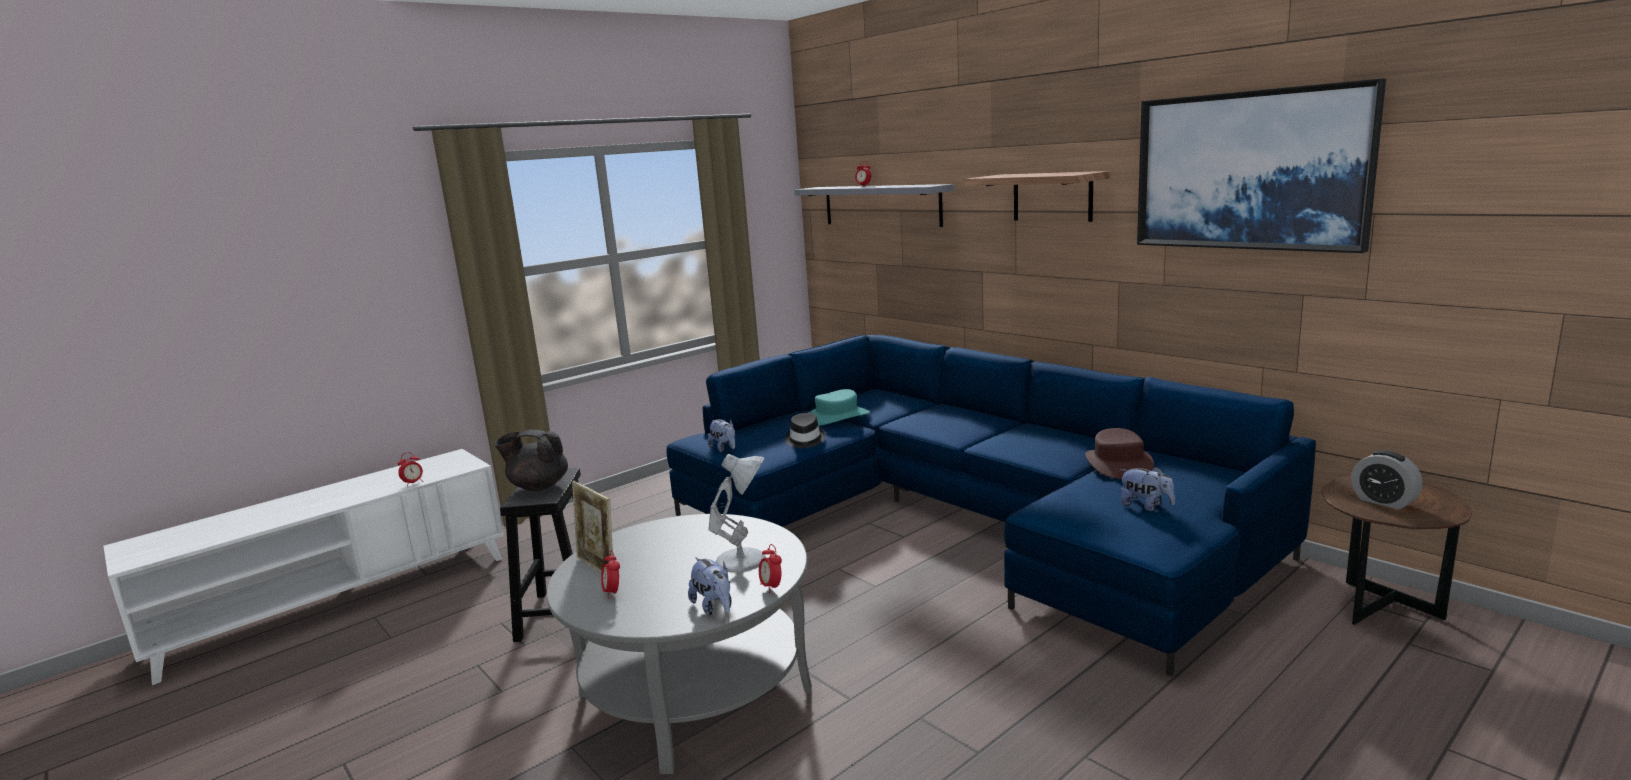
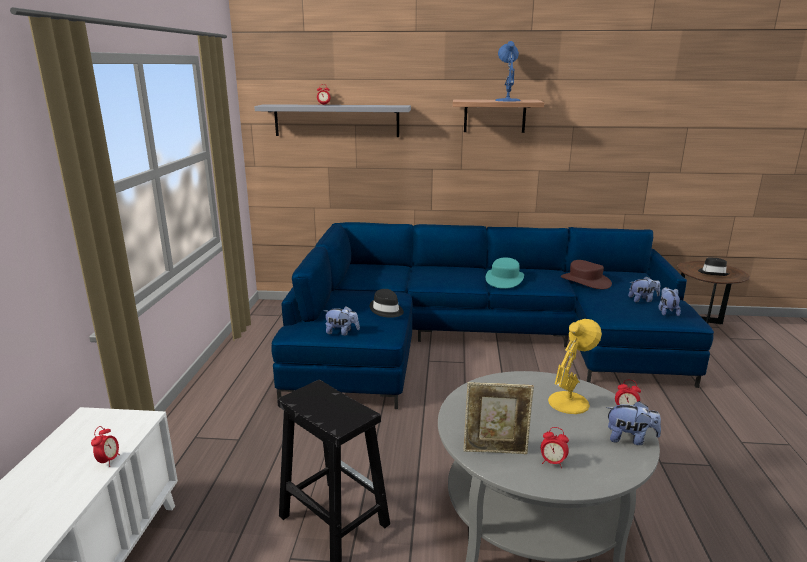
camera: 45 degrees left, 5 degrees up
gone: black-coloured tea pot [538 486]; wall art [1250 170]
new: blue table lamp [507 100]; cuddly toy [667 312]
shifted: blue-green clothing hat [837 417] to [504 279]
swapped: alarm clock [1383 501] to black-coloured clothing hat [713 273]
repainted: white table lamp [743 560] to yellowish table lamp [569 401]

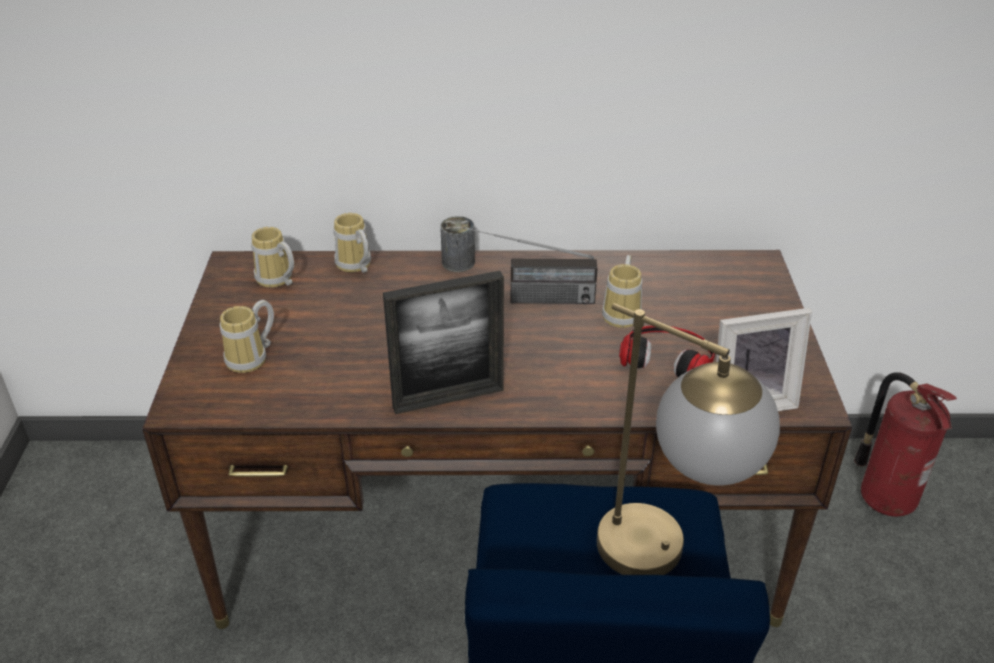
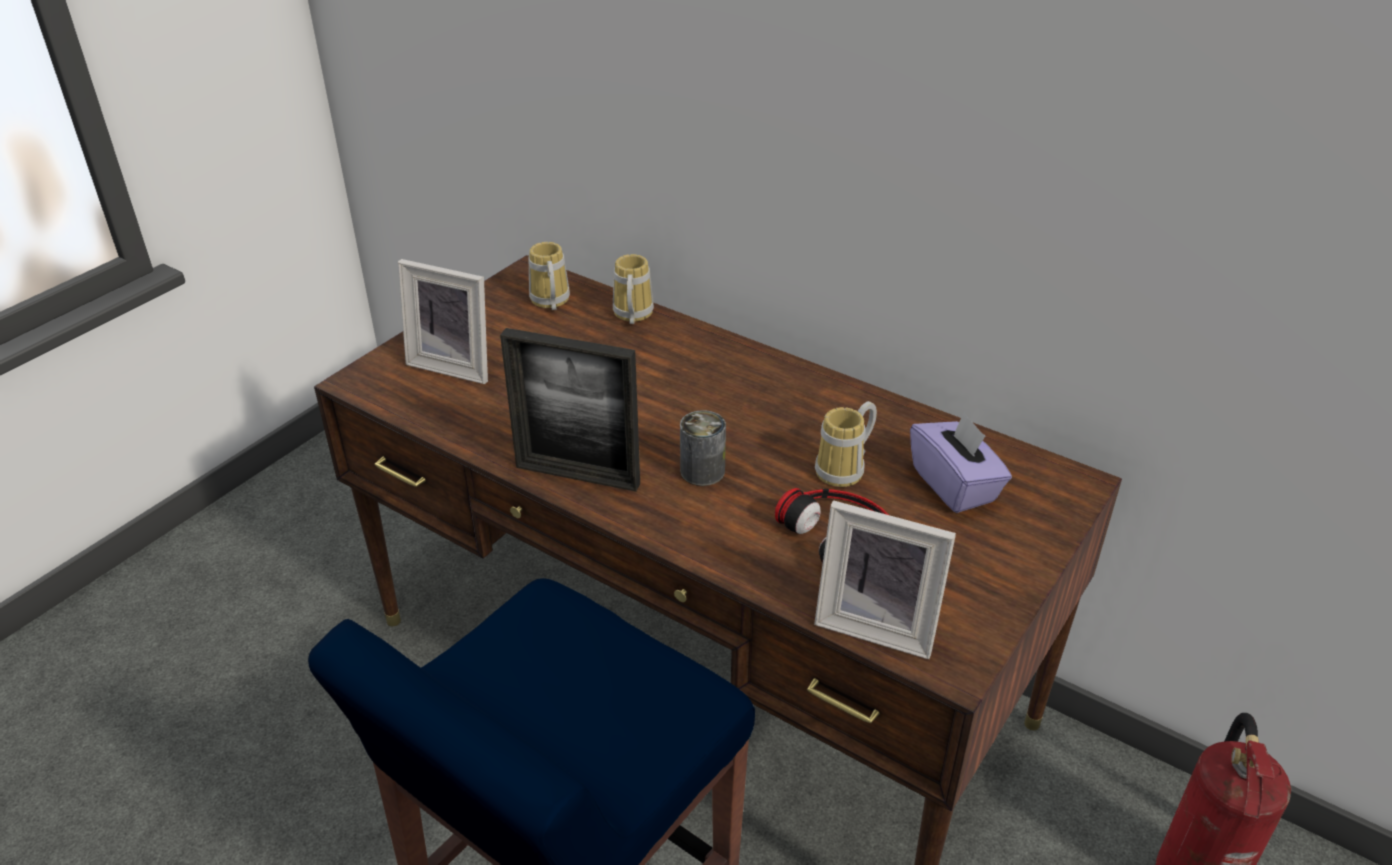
camera: 35 degrees right, 0 degrees up
gone: radio set [529 298]; table lamp [668 559]
new: purple tissue box [955 485]
shifted: can [458 262] to [702 471]
swapped: mug [252 359] to photo frame [455 364]

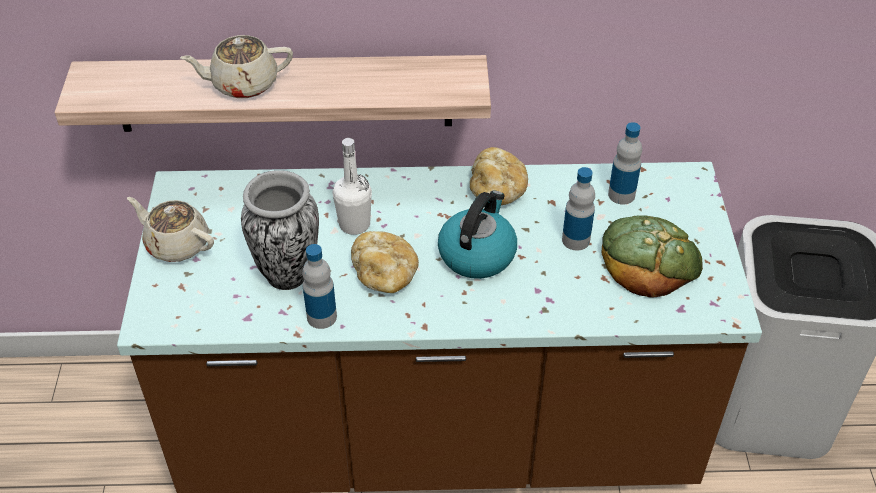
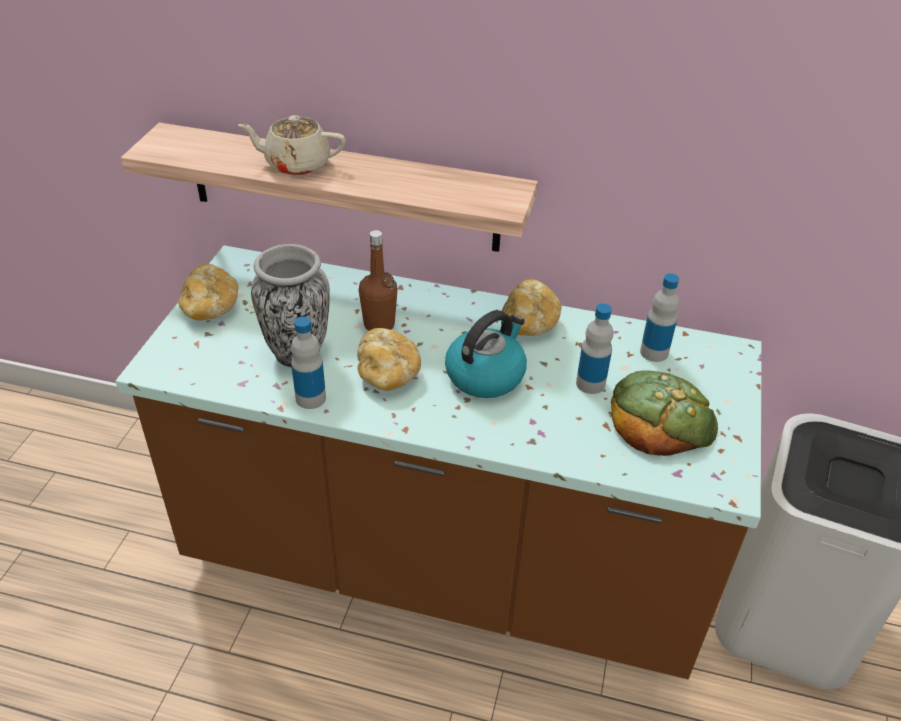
camera: 15 degrees right, 5 degrees down
swapped: sand-coloured tea pot [176 244] to bread [210 307]
repainted: white drink bottle [354 224] to brownish drink bottle [379 324]

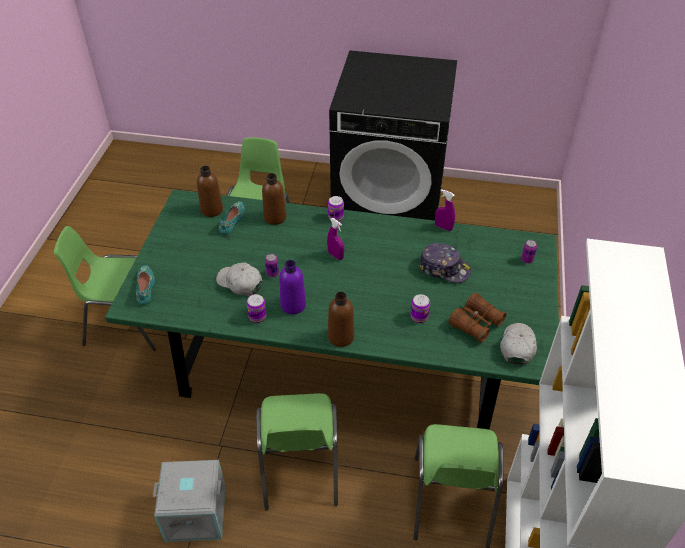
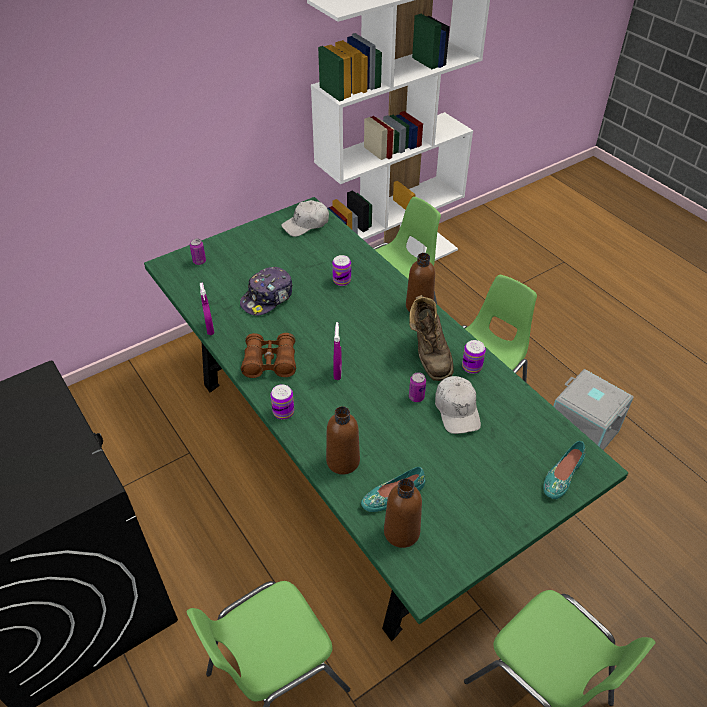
camera: 135 degrees left, 0 degrees up
shifted: brownish field glasses [476 323] to [270 362]
swapped: purple drink bottle [293 305] to brownish tall boot [429 355]
rotated: baseball cap [444 268] = [268 298] 120 degrees counterclockwise

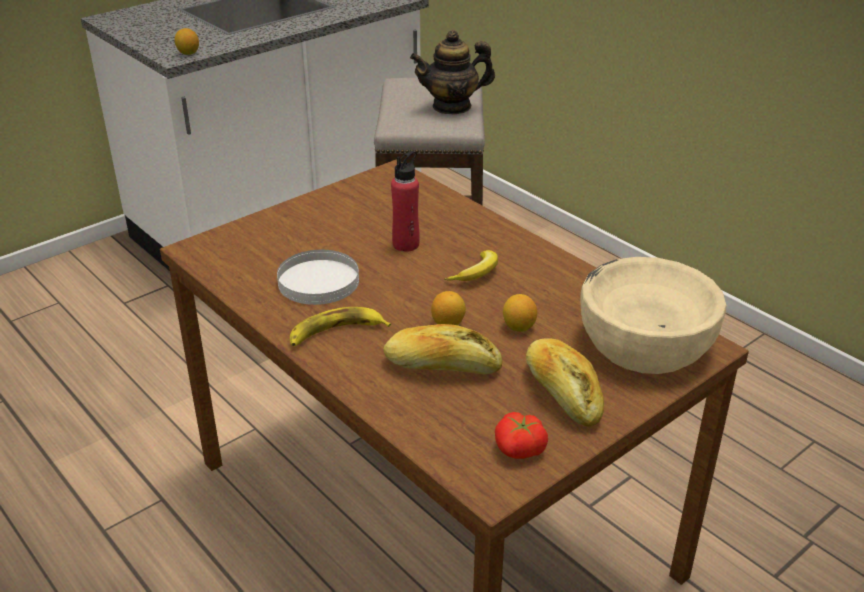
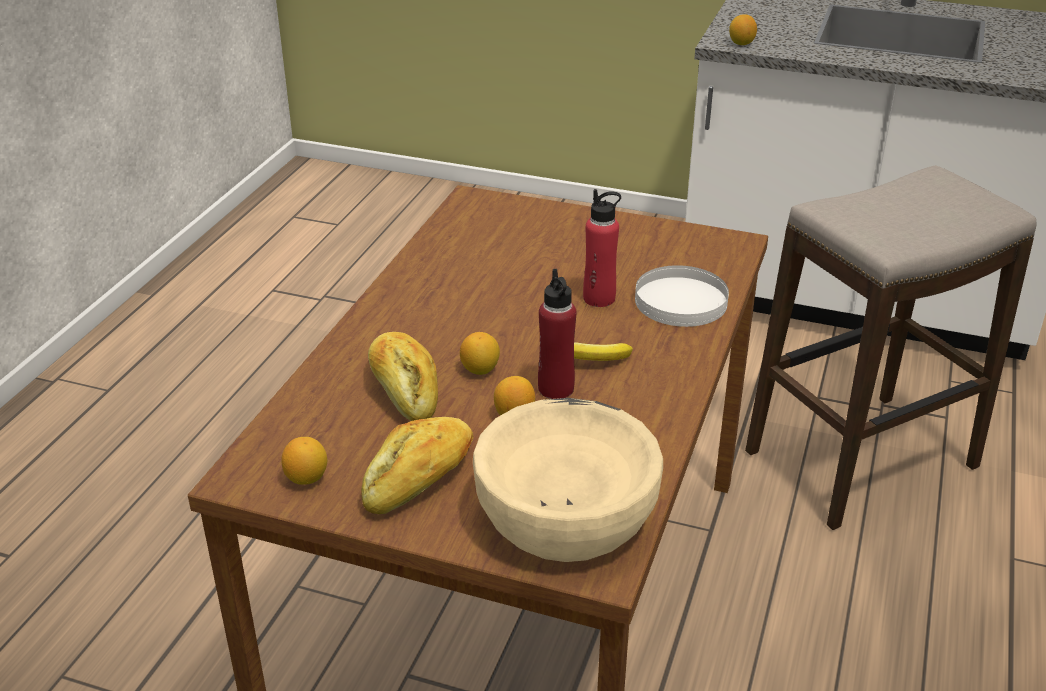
camera: 60 degrees right, 0 degrees up
gone: banana fruit [336 333]; tea pot [452 106]
new: reddish drink bottle [556 388]
shifted: white plate [319 281] to [680 301]
swapped: fresh tomato [520 449] to citrus fruit [307 478]

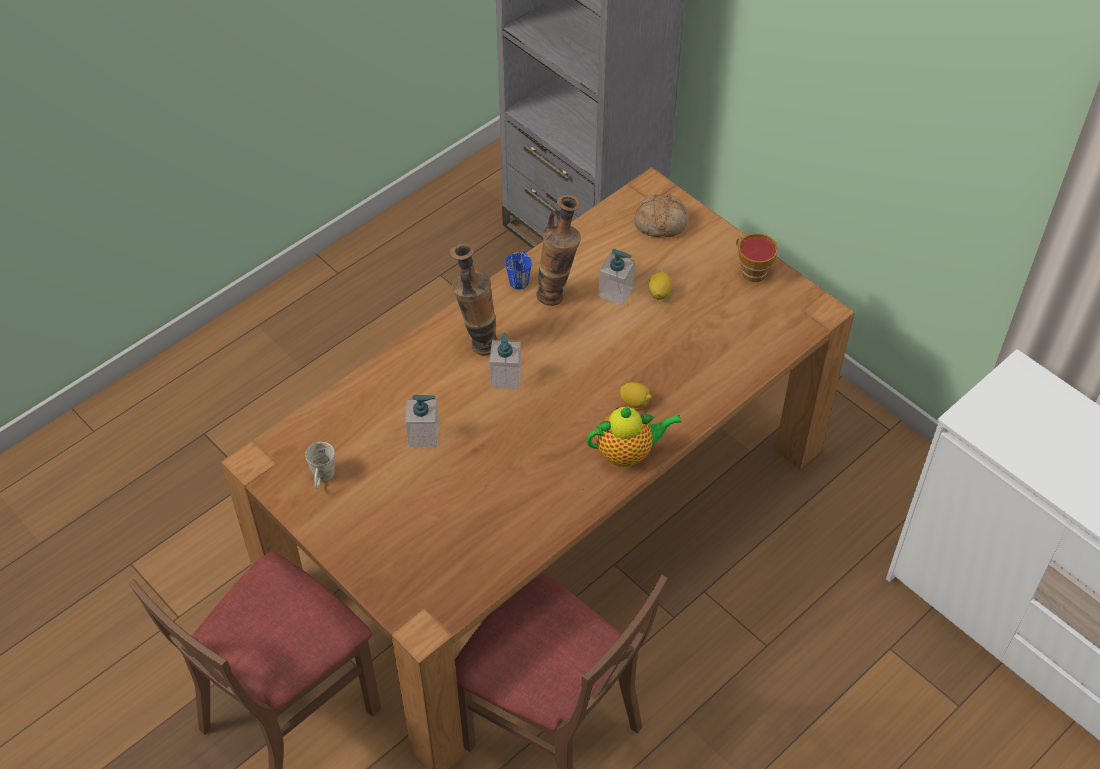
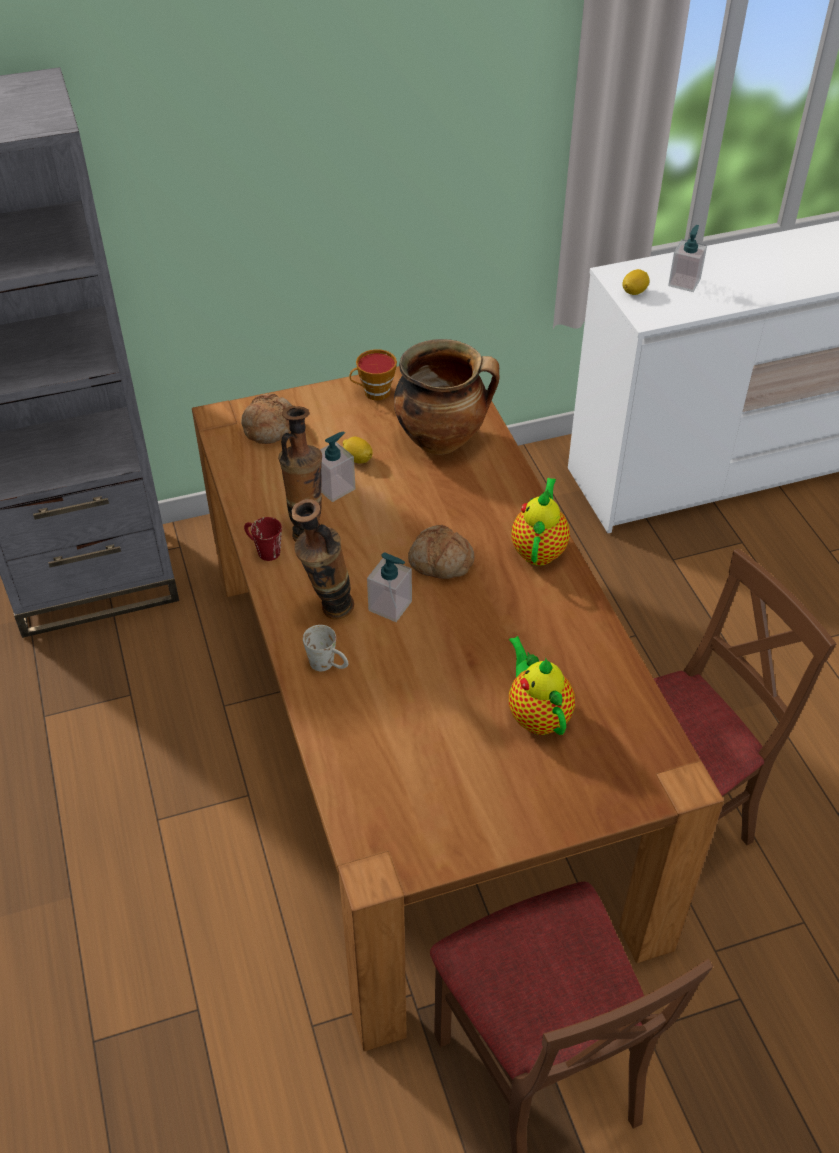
camera: 65 degrees left, 5 degrees down
new: cooking pot [443 439]; bread [440 562]; tea pot [537 714]
shifted: white mug [322 479] to [328 665]; liquid soap bottle [424 436] to [684 282]; citrus fruit [634 402] to [634 291]
repainted: blue mug [520 277] to reddish mug [263 550]

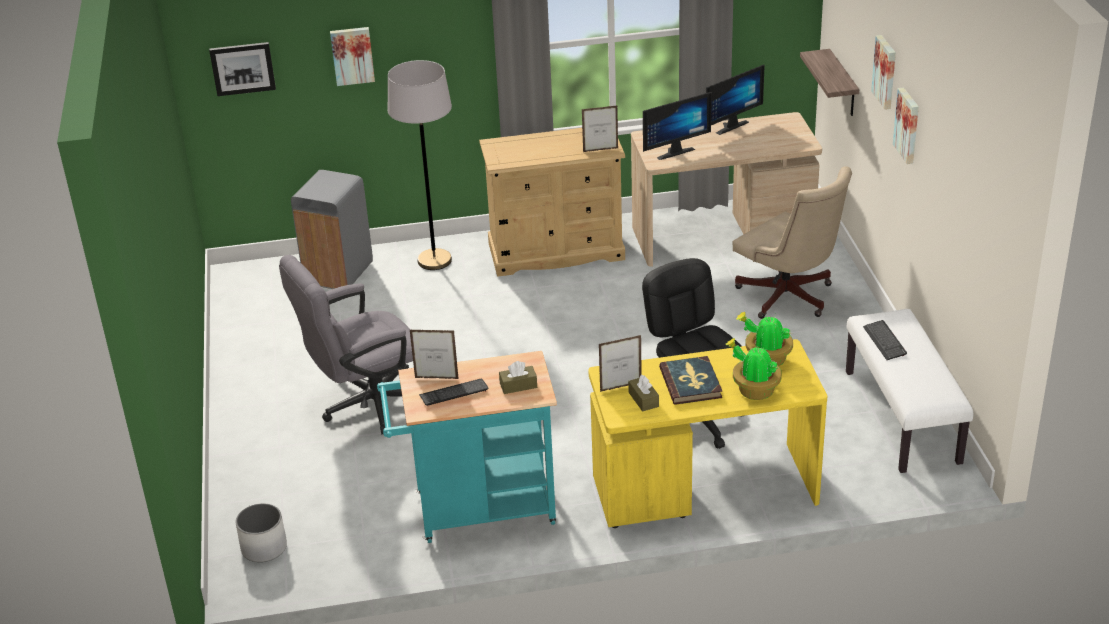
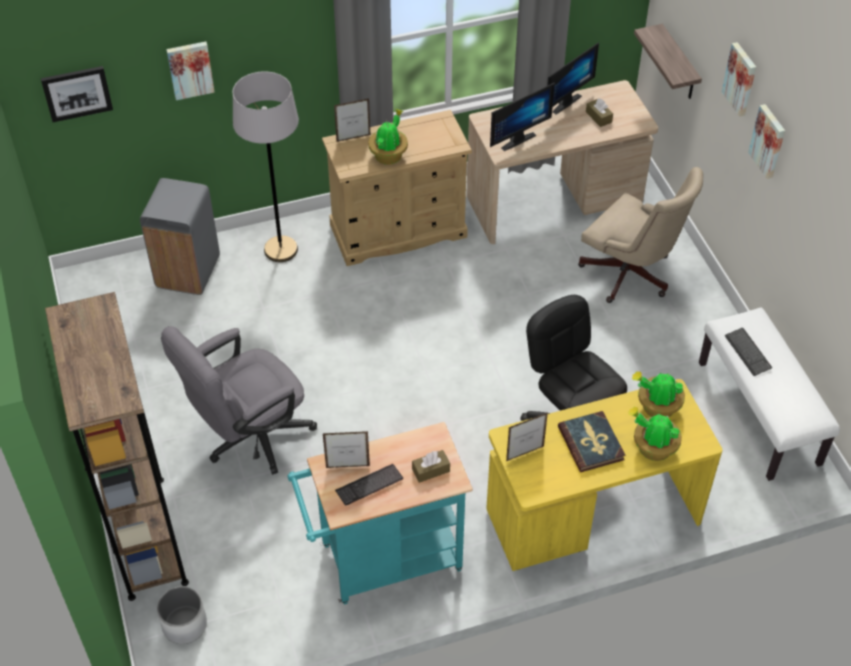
camera: 10 degrees left, 15 degrees up
new: brownish shelving unit [146 536]; houseplant [389 155]
shifted: photo frame [600 150] to [353 138]; brownish tissue box [643 399] to [598 117]

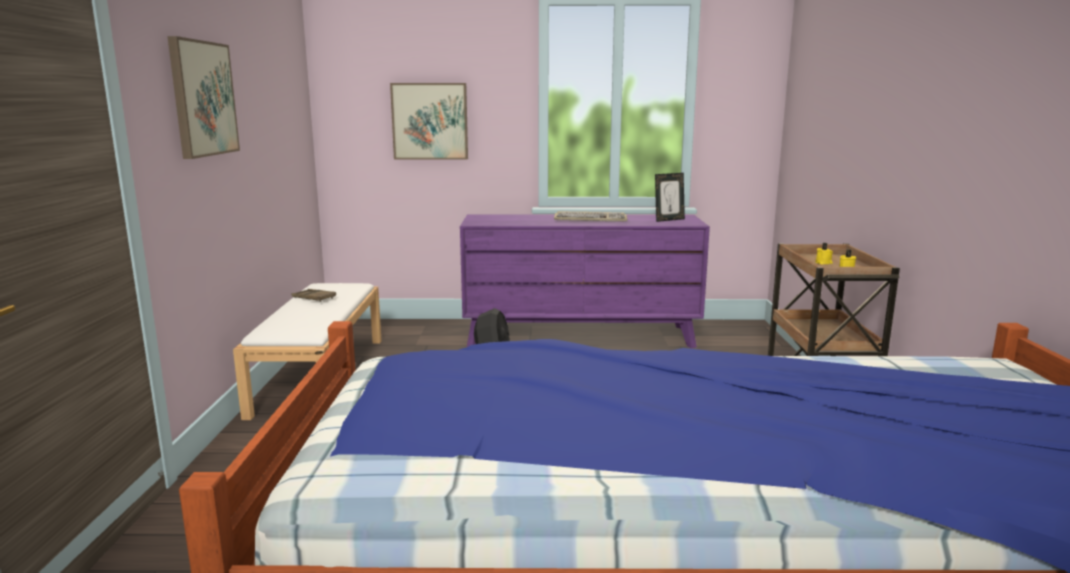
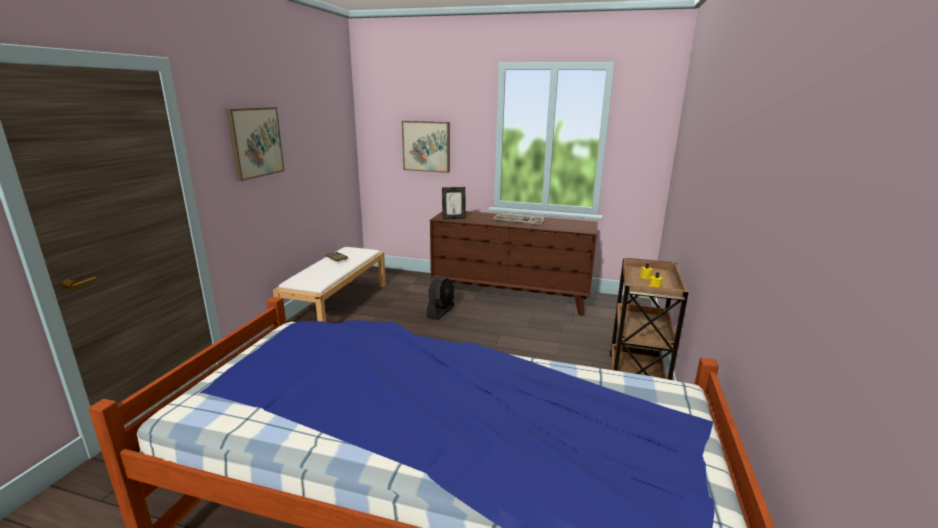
camera: 15 degrees right, 5 degrees up
shifted: photo frame [668 220] to [453 218]
repainted: purple drawer chest [580 336] to brownish drawer chest [510 297]

